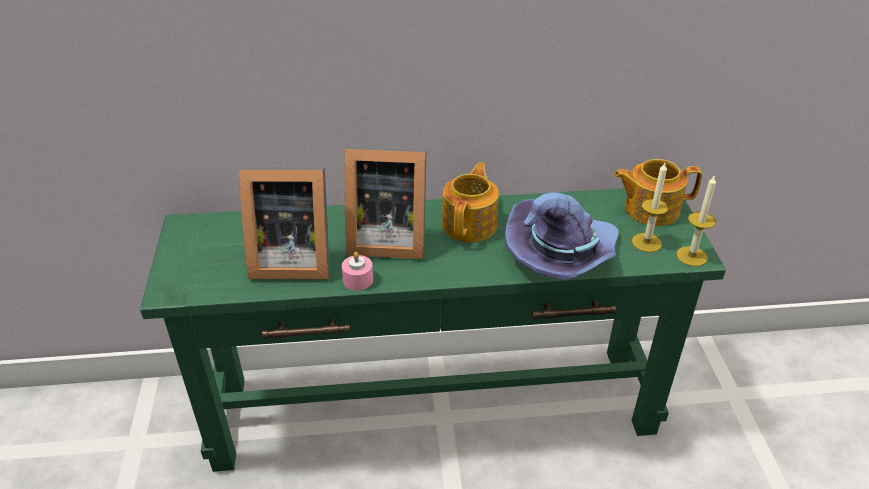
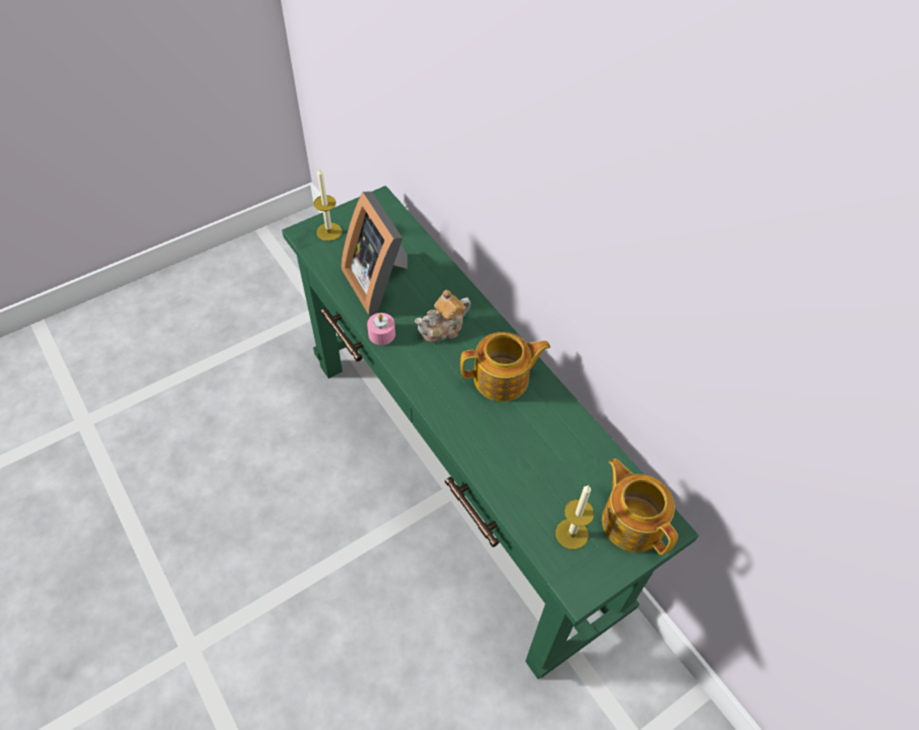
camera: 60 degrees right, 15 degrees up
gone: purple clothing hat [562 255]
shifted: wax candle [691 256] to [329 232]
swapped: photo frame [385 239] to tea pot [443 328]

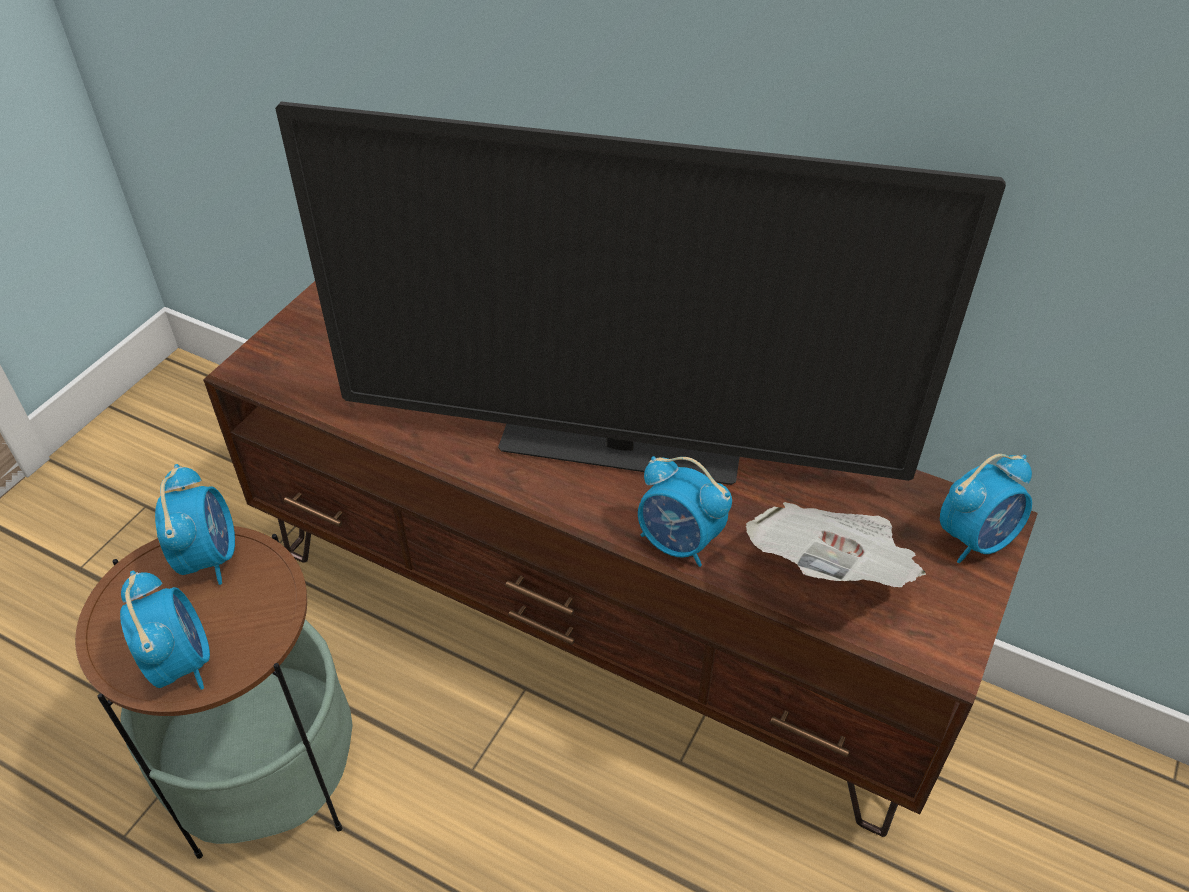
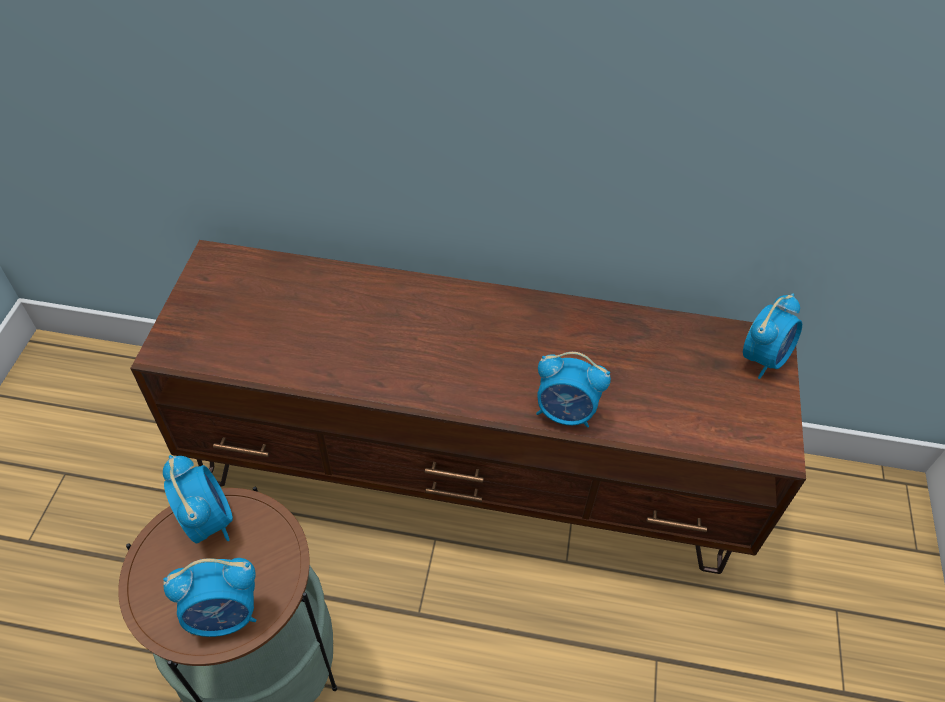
camera: 20 degrees left, 5 degrees up
gone: TV [618 452]; printed paper [831 571]
rotated: alarm clock [180 662] = [225 615] 120 degrees clockwise

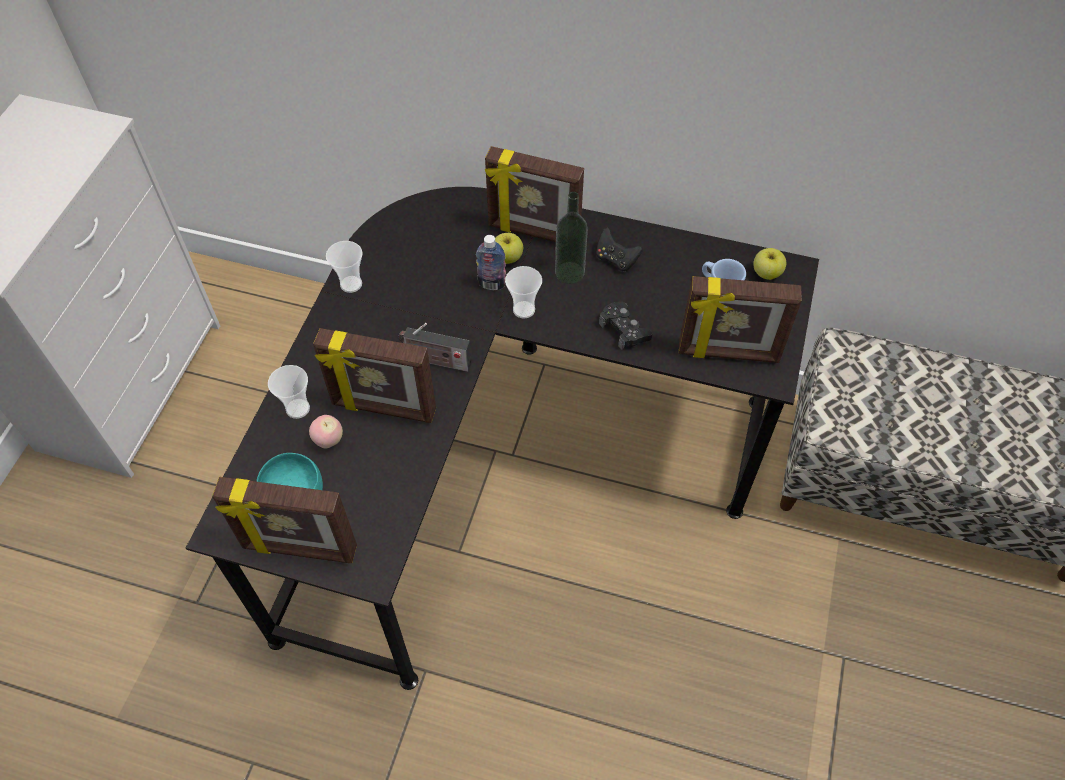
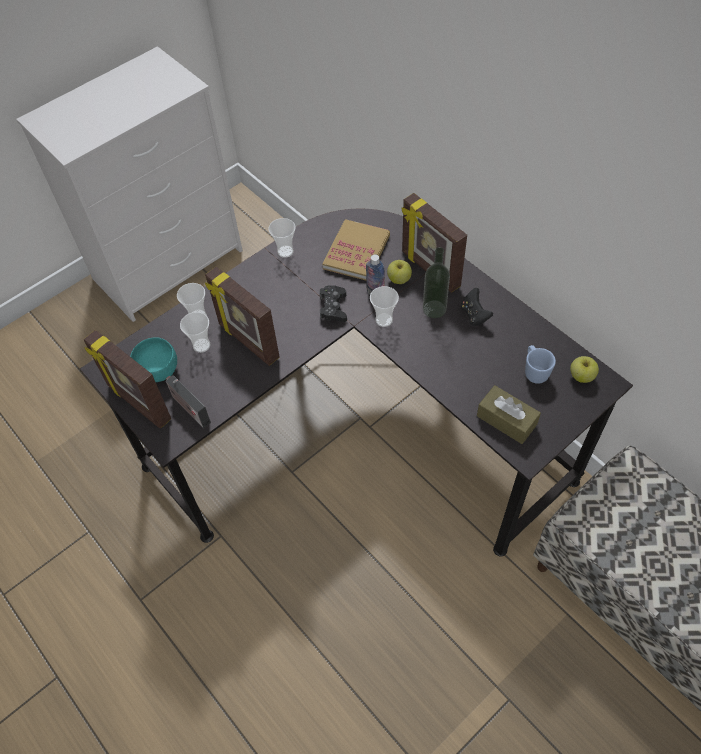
camera: 35 degrees right, 0 degrees up
new: volume [356 252]
shifted: radio set [435 361] to [189 408]; black-coloured game controller [624 329] to [333 307]
swapped: whole apple [329 440] to cup [201 345]; photo frame [728 353] to brownish tissue box [506 420]

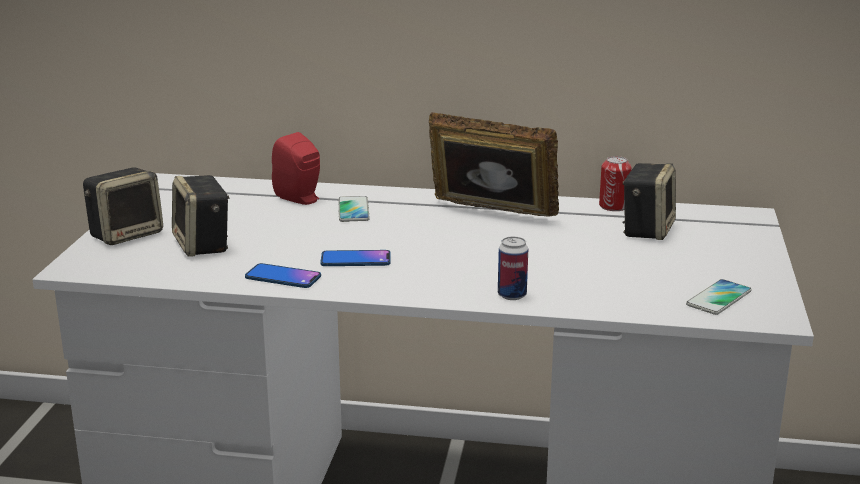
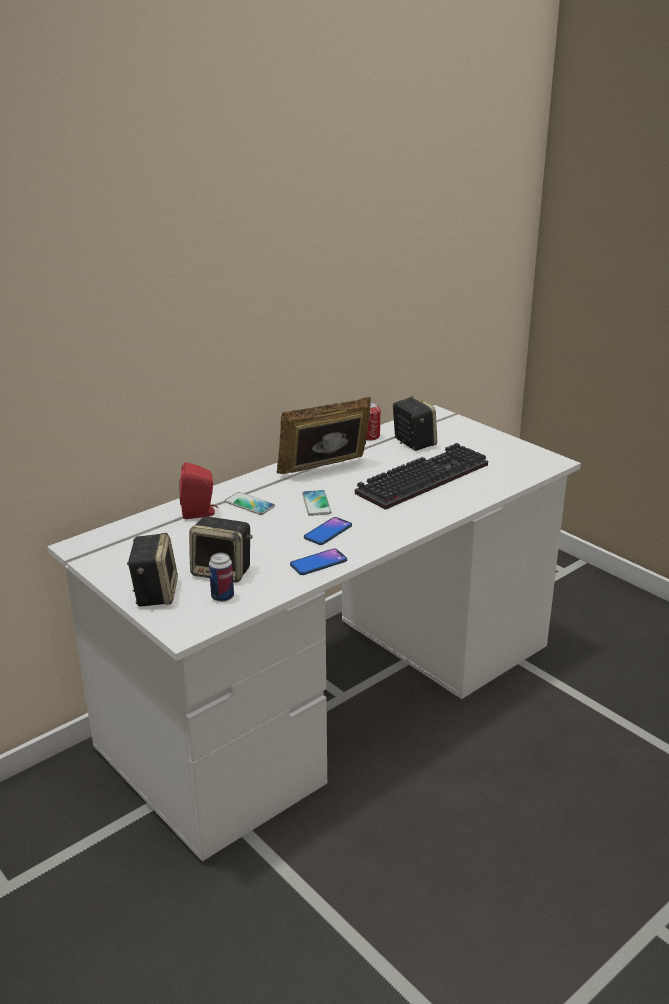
camera: 50 degrees left, 5 degrees up
new: computer keyboard [422 477]
shifted: can [512 295] to [222 597]; phone [719 298] to [316 504]

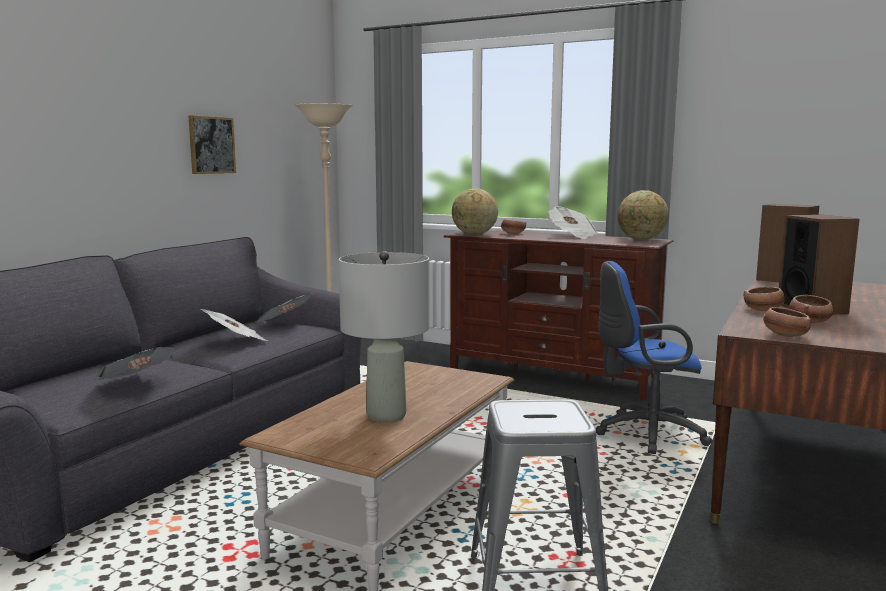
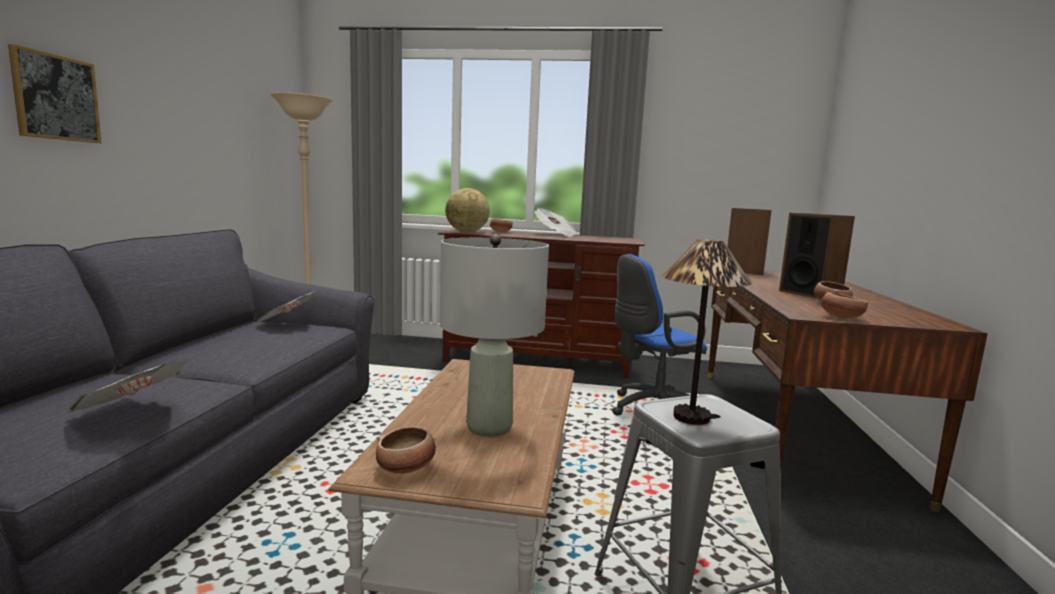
camera: 20 degrees left, 0 degrees up
gone: printed paper [236 341]; desk globe [641 239]
new: table lamp [690 417]
shifted: wall art [211 145] to [56 97]; deep dish [763 310] to [406 468]

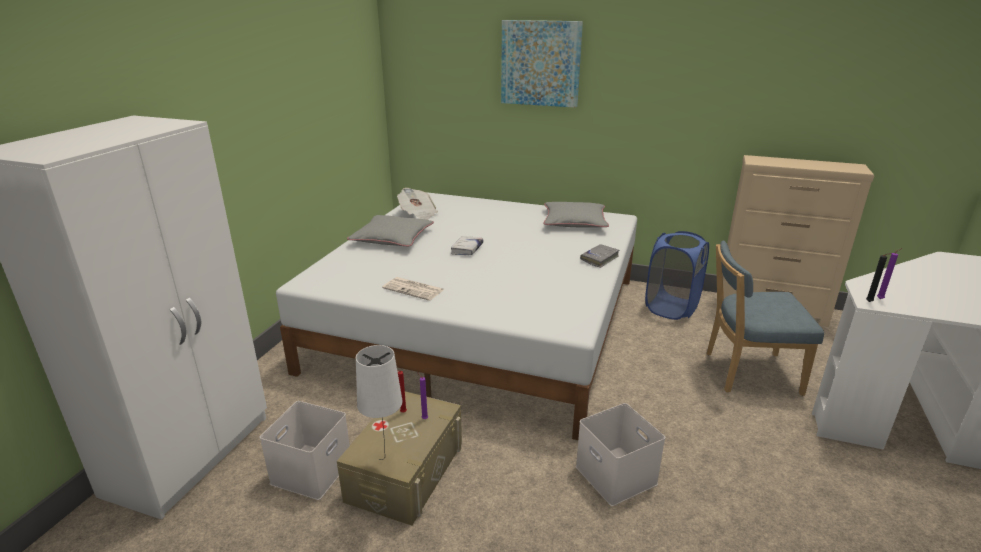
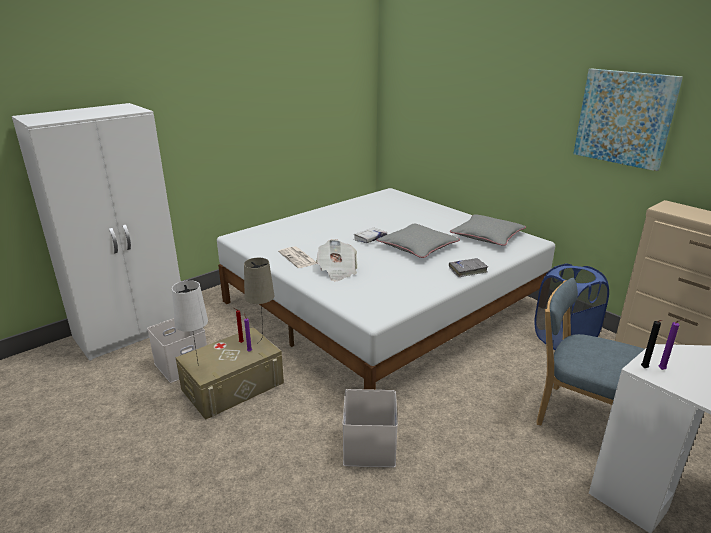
camera: 30 degrees right, 0 degrees up
new: sand-coloured table lamp [263 341]
shifted: gray cushion [392 238] to [417 246]; printed paper [418 214] to [337 271]; wall art [540 63] to [624 118]

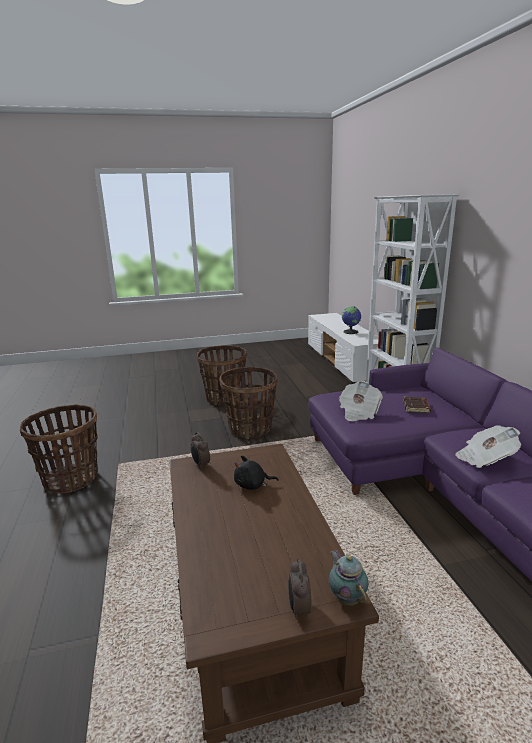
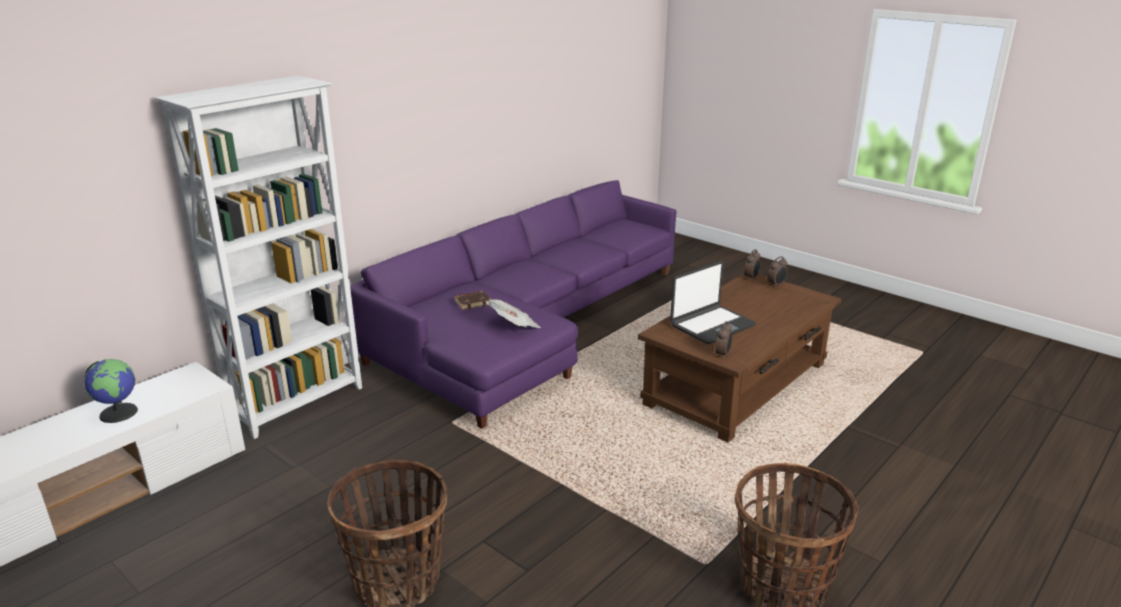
camera: 125 degrees left, 5 degrees up
gone: storage basket [250 428]; printed paper [485 458]
swapped: black-coloured cuddly toy [252 485] to laptop [711 325]; tea pot [346 597] to alarm clock [751 277]

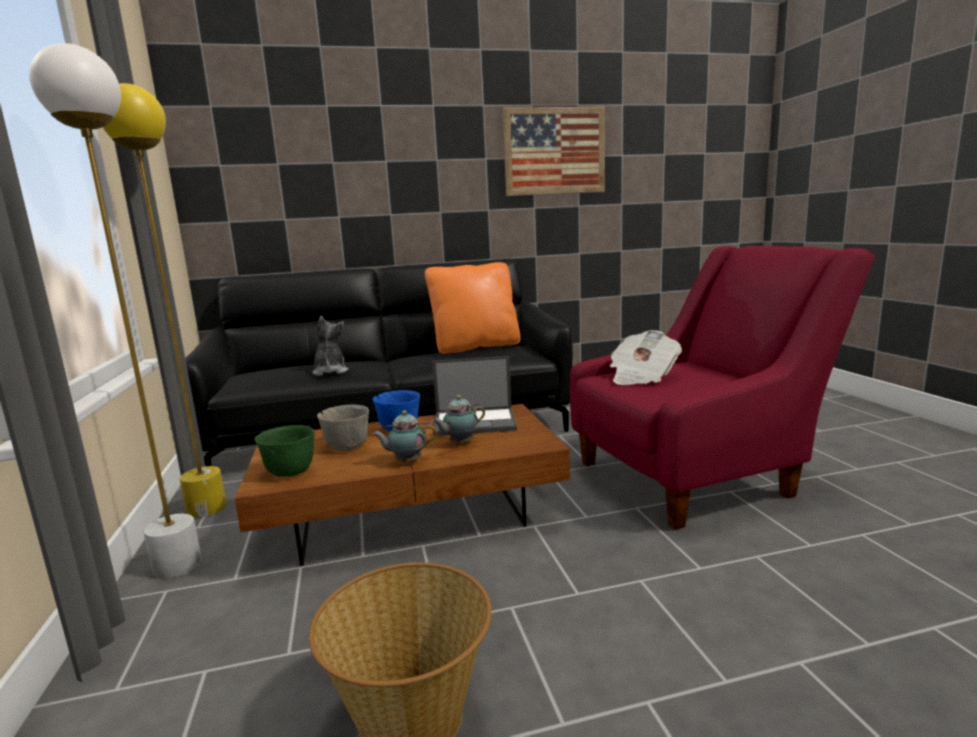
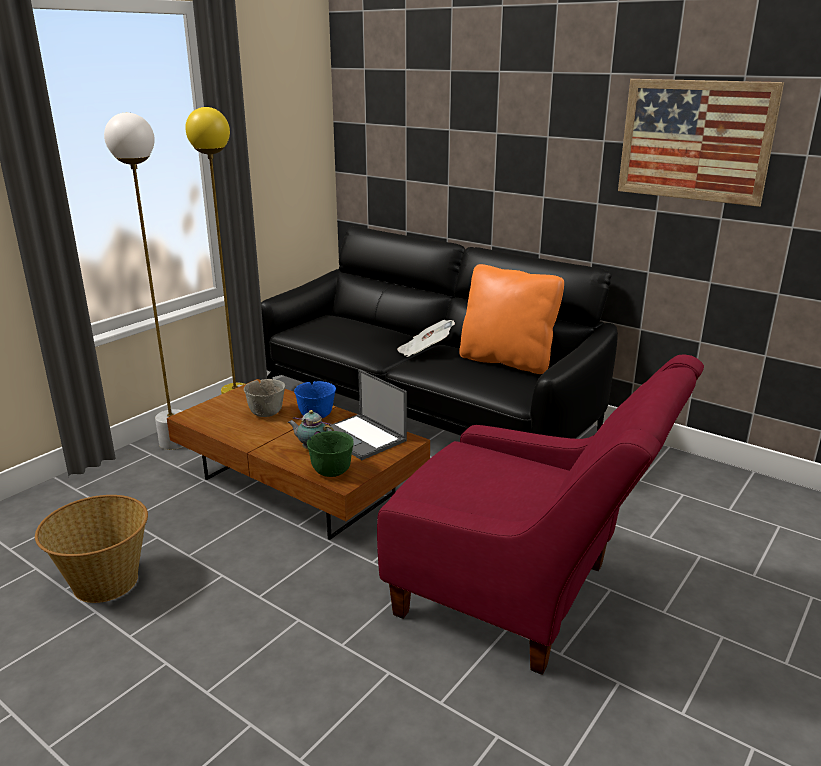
camera: 50 degrees right, 10 degrees up
gone: cuddly toy [330 371]; tea pot [406 461]
shifted: green deep dish [289 472] to [331 471]; printed paper [641 377] to [424 352]

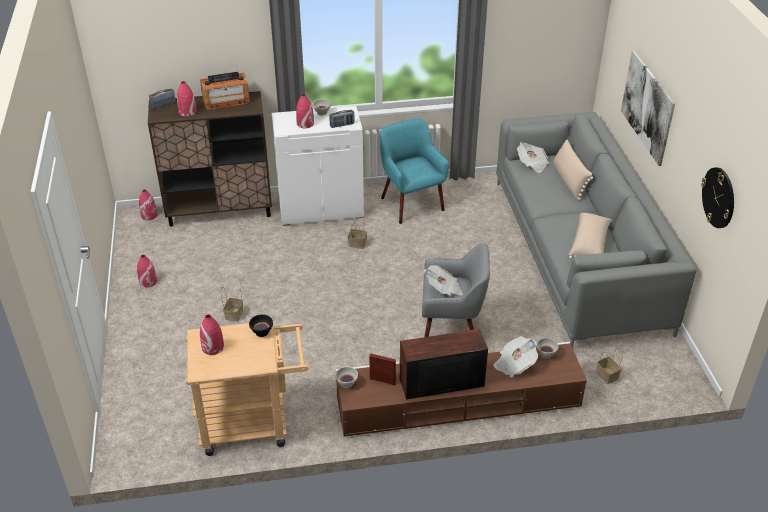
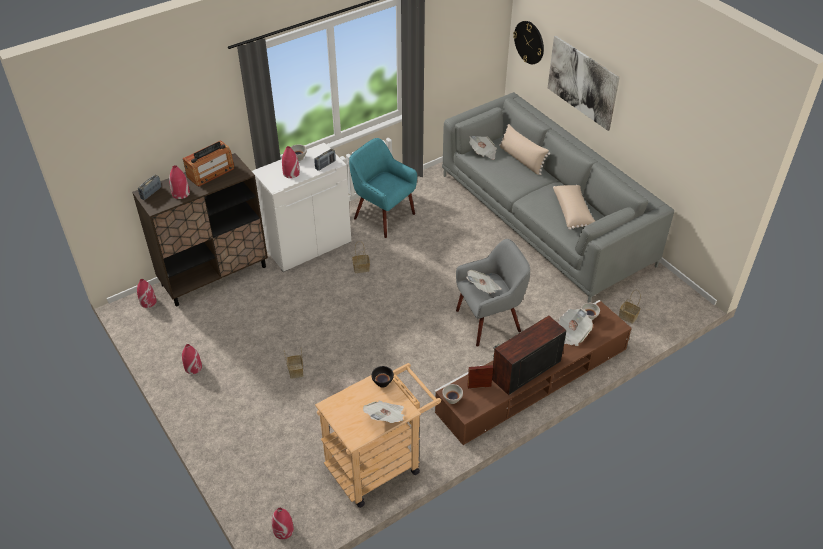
camera: 25 degrees left, 5 degrees up
new: printed paper [386 418]
shifted: reddish decorative vase [213 347] to [283 530]; hanging clock [718 197] to [529 42]

